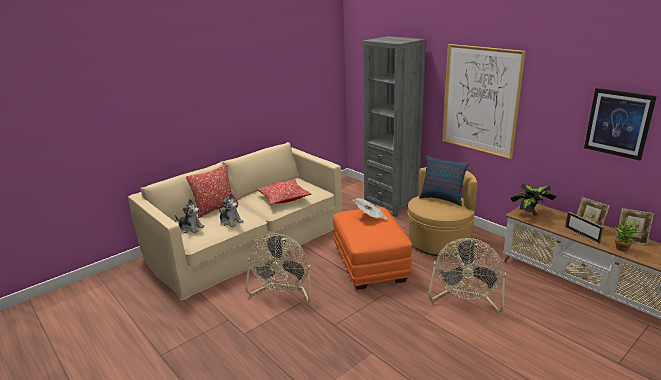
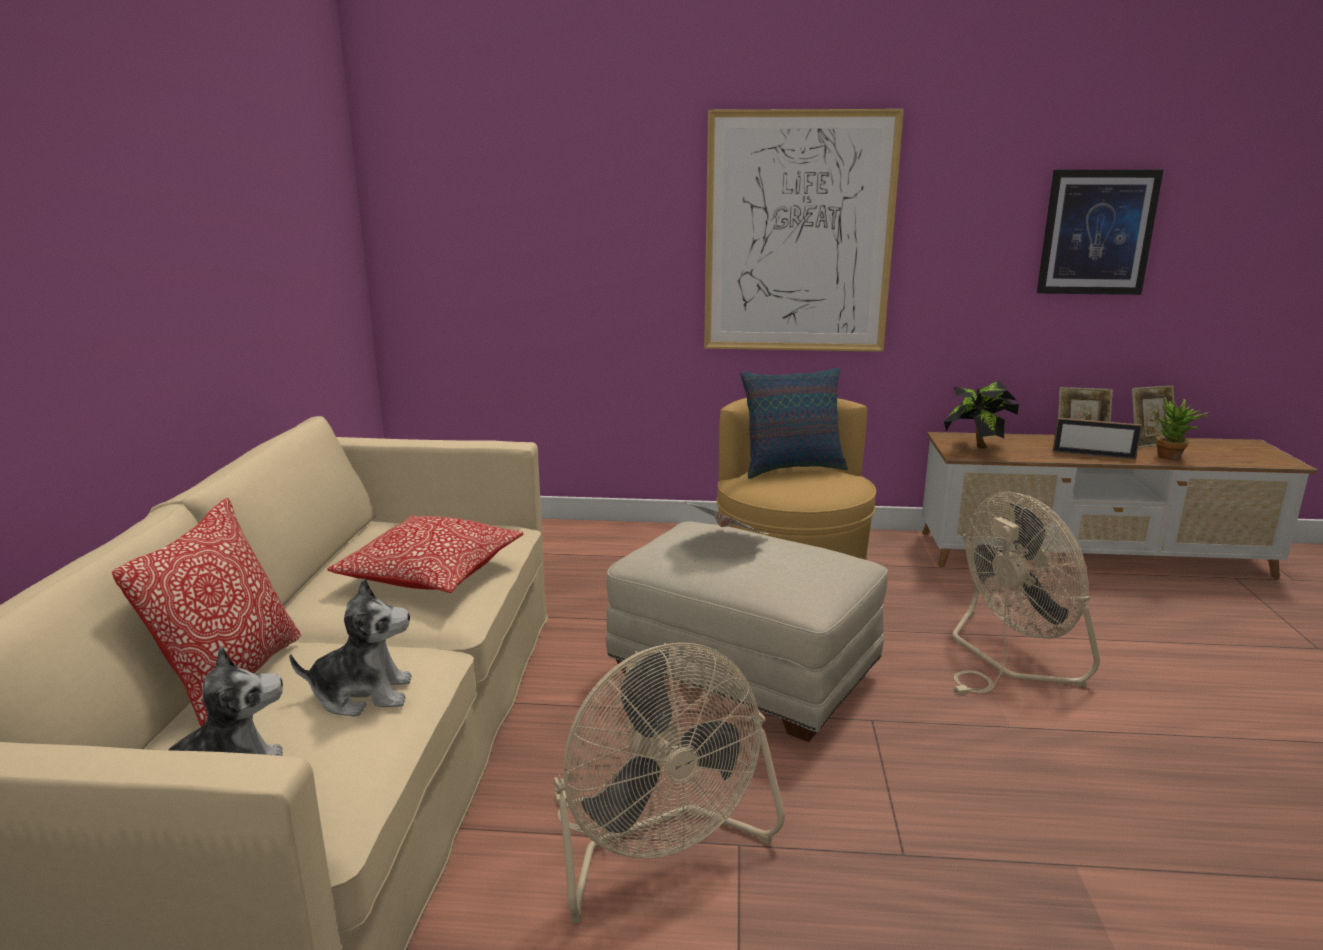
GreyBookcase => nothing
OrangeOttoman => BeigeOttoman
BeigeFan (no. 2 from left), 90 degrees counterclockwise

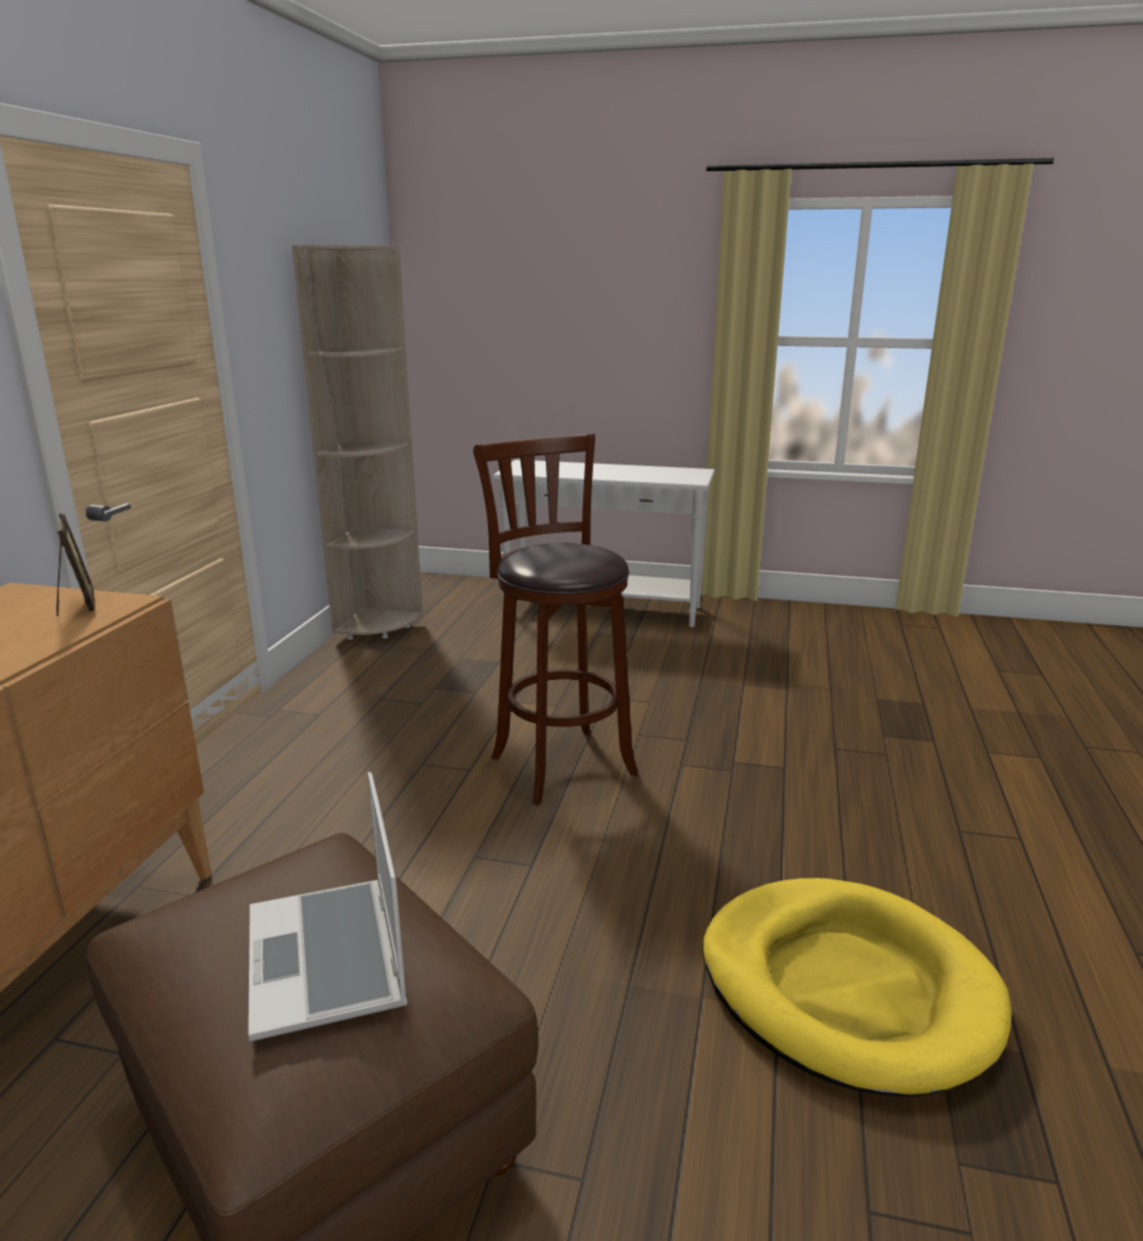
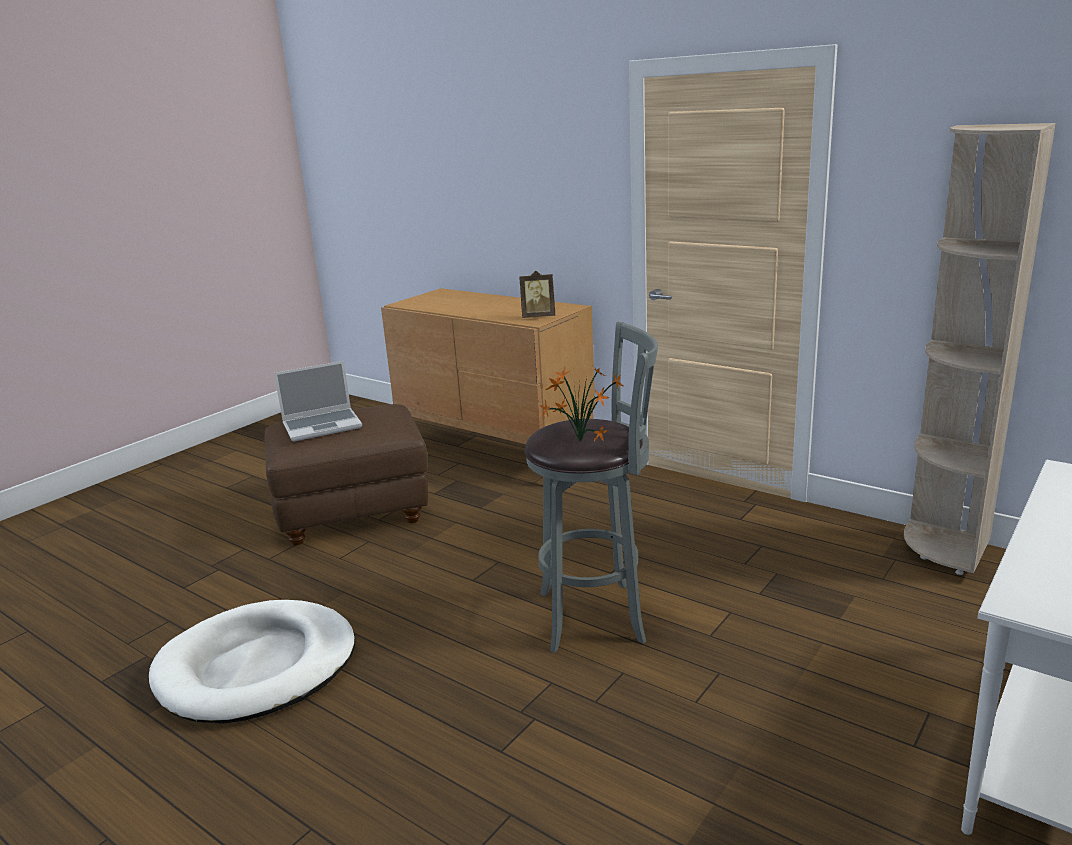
BrownStool => GreyStool
Laptop, 150 degrees clockwise
YellowDogBed => WhiteDogBed
nothing => PottedPlant

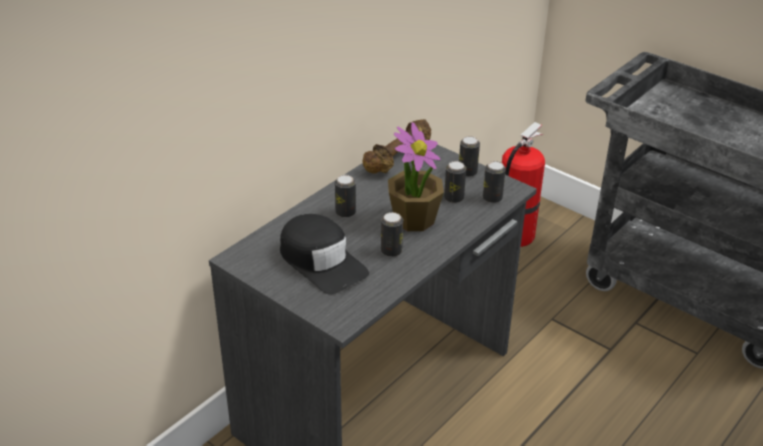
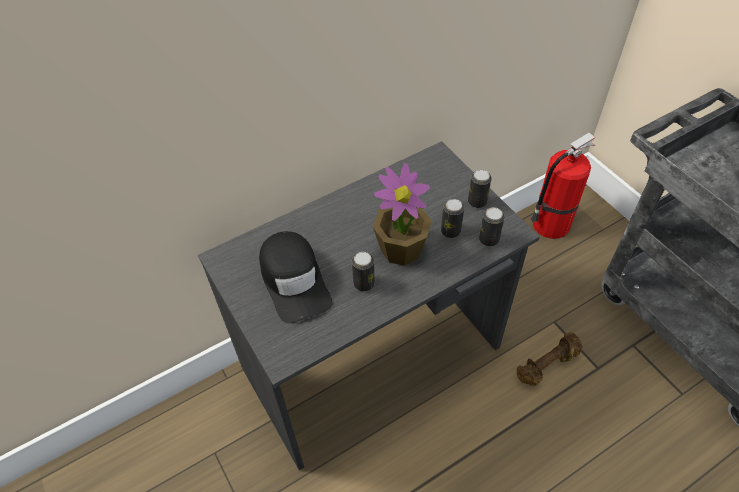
BrownDumbbell, relocated
Can (no. 1 from left) => nothing

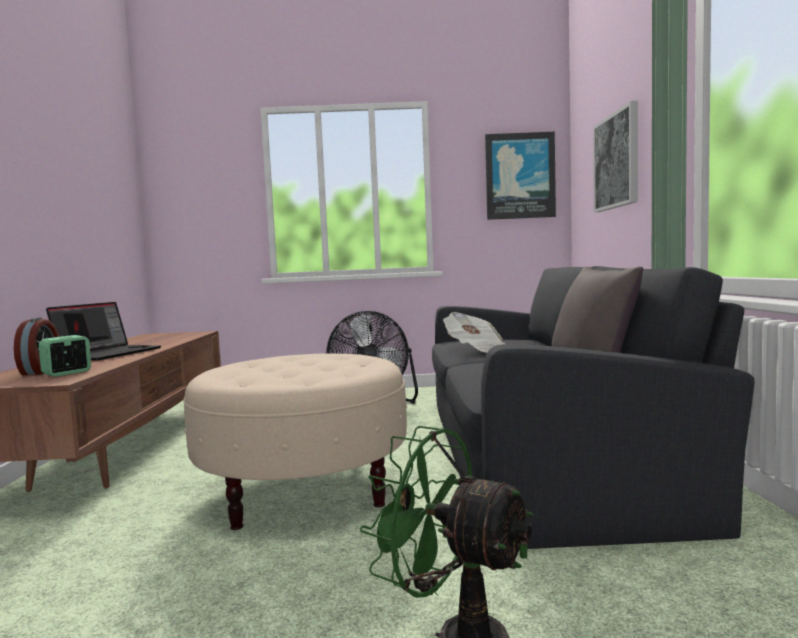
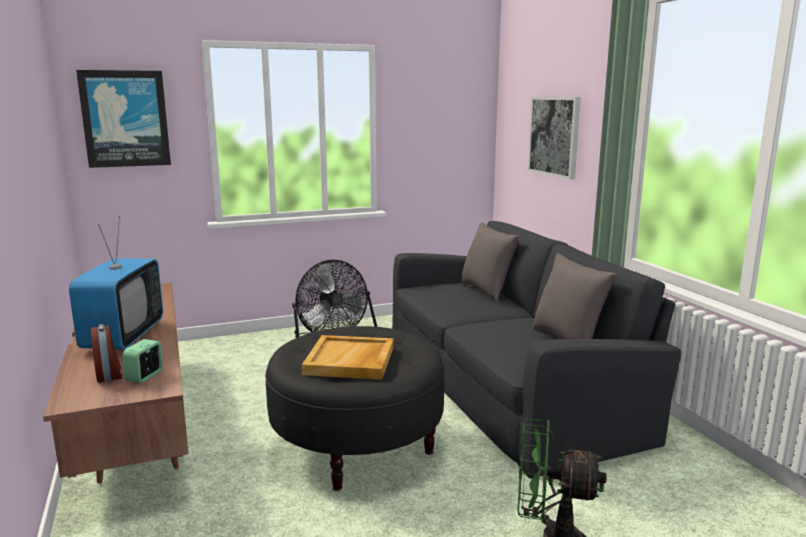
Picture (no. 1 from left), relocated
Laptop => Television
Newspaper => nothing
BeigeOttoman => BlackOttoman
nothing => GreyPillow (no. 1 from left)
nothing => BeigeTray

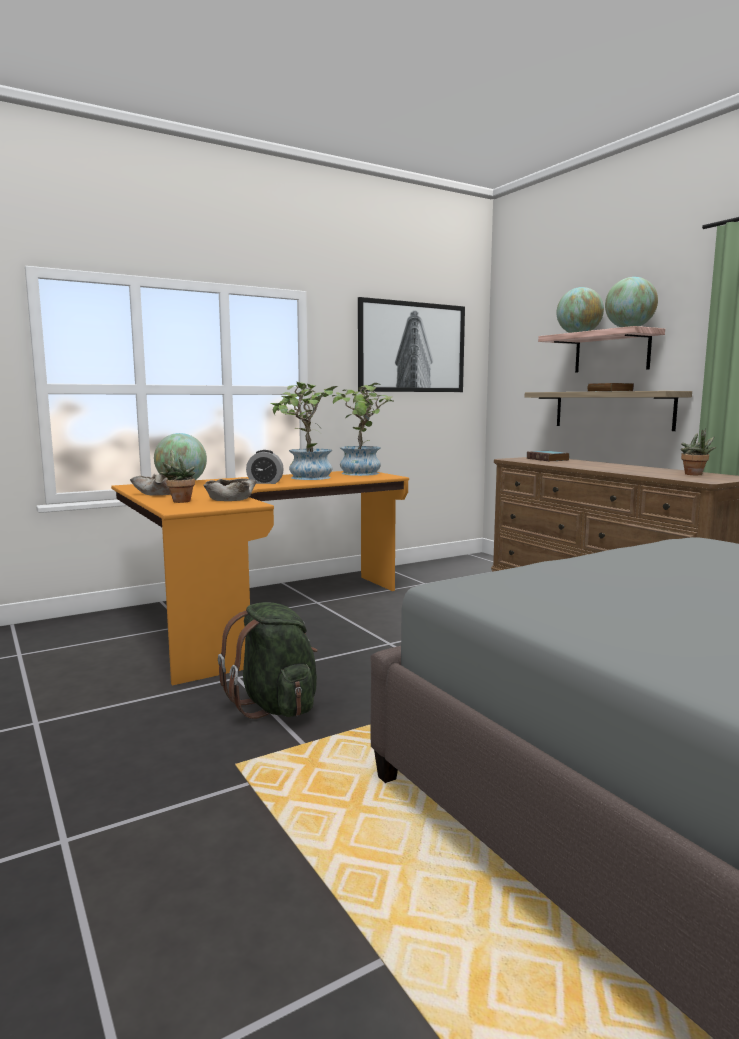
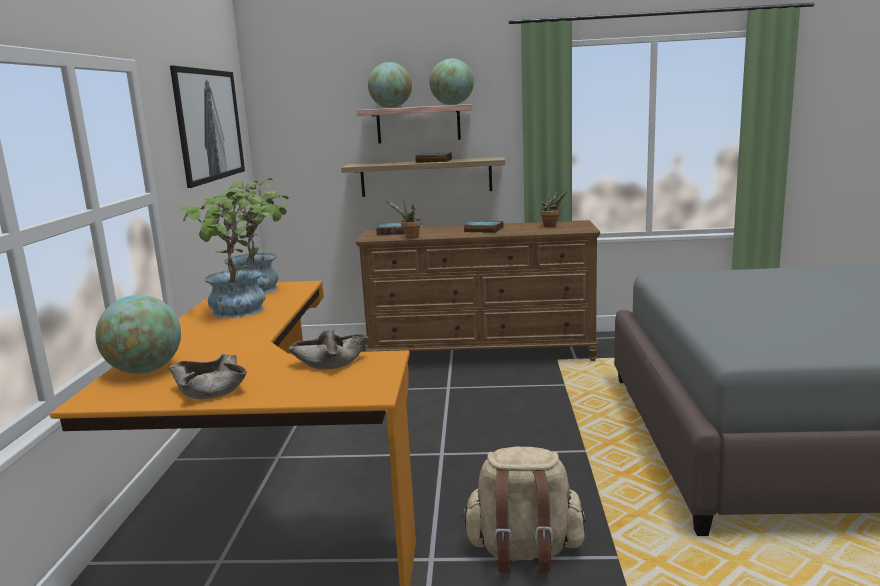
PottedPlant (no. 1 from left in the first image) => PottedPlant (no. 3 from left), relocated
AlarmClock => nothing
GreenBackpack => BeigeBackpack
nothing => Book (no. 3 from left)

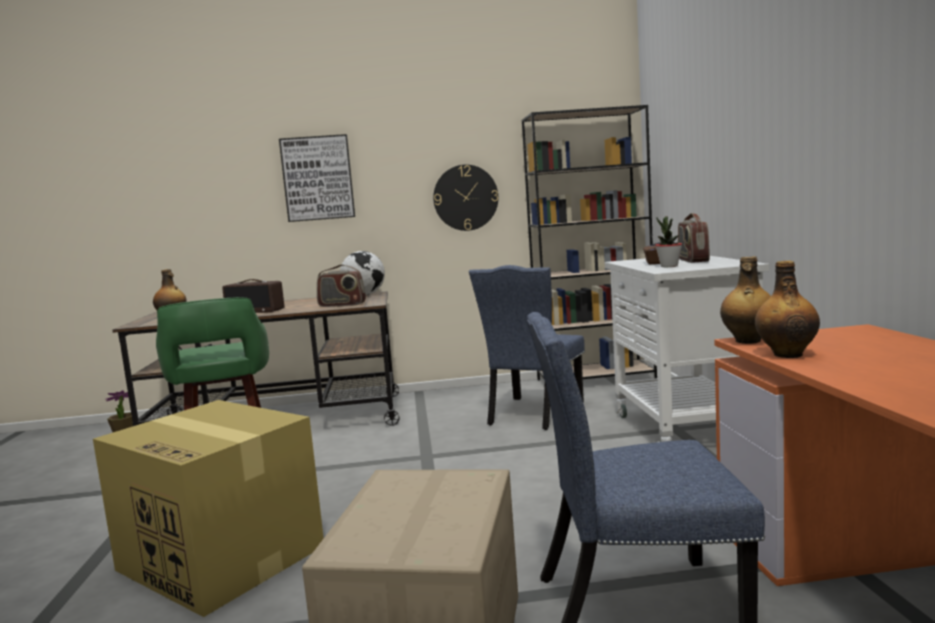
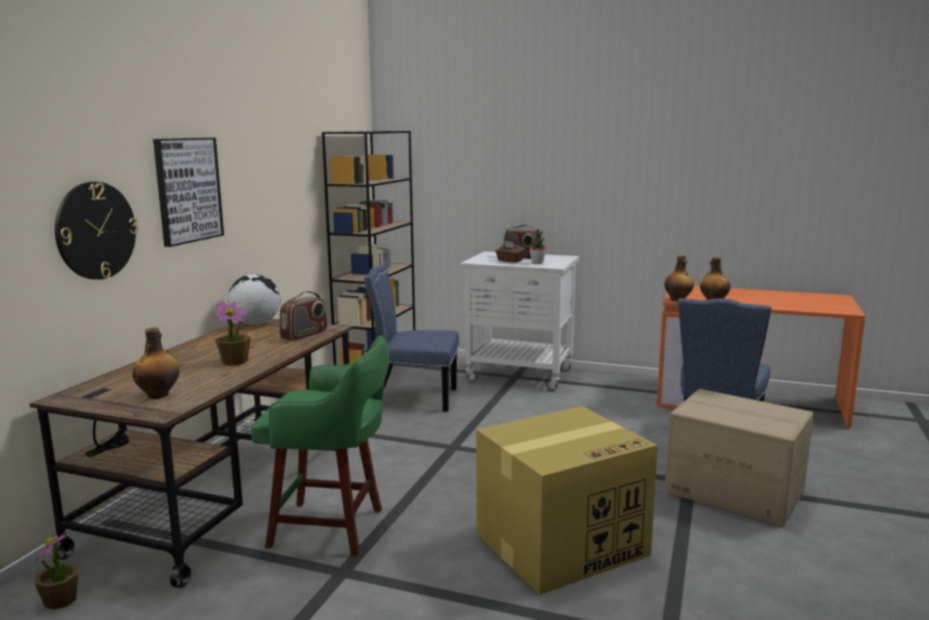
WallClock, relocated
BlueChair (no. 1 from left), 135 degrees clockwise
Radio (no. 1 from left) => PottedPlant (no. 2 from left)

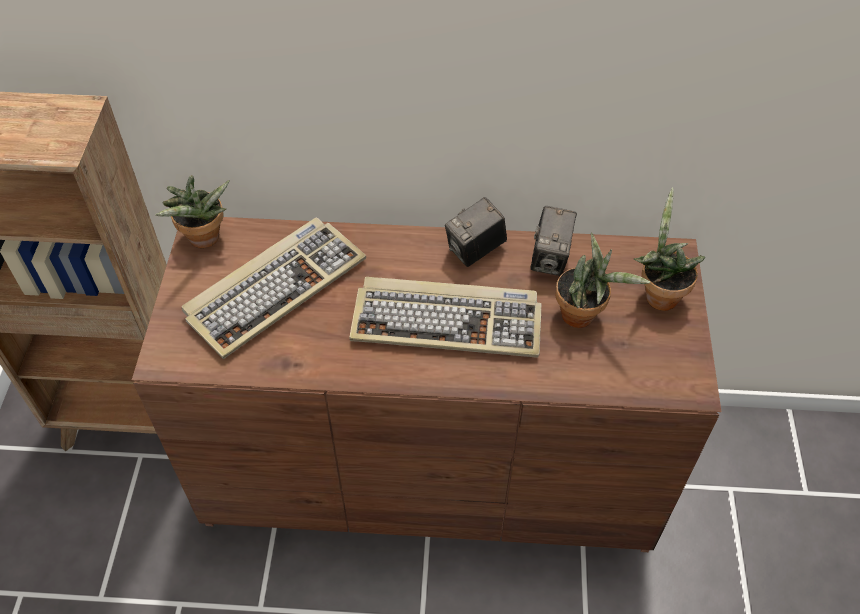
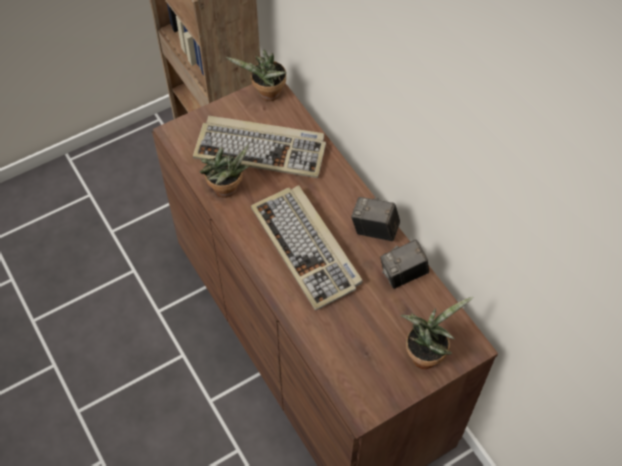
PottedPlant (no. 2 from left in the first image) => PottedPlant (no. 1 from left), relocated

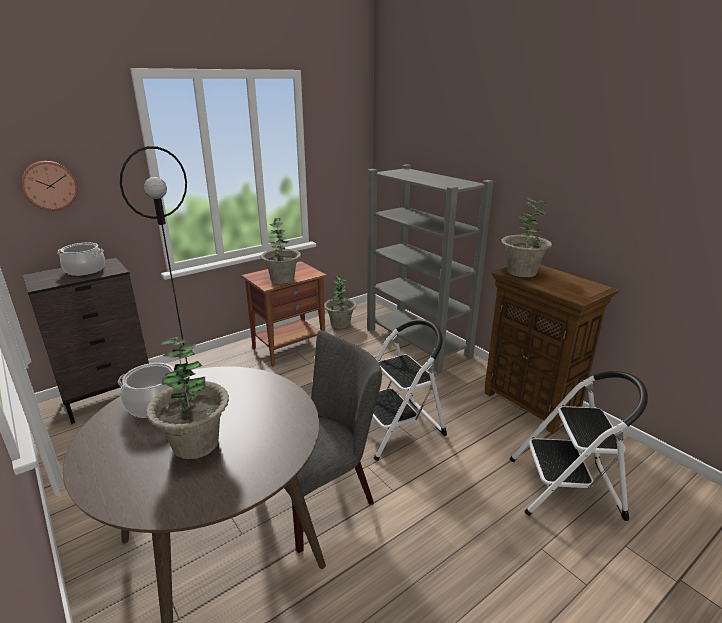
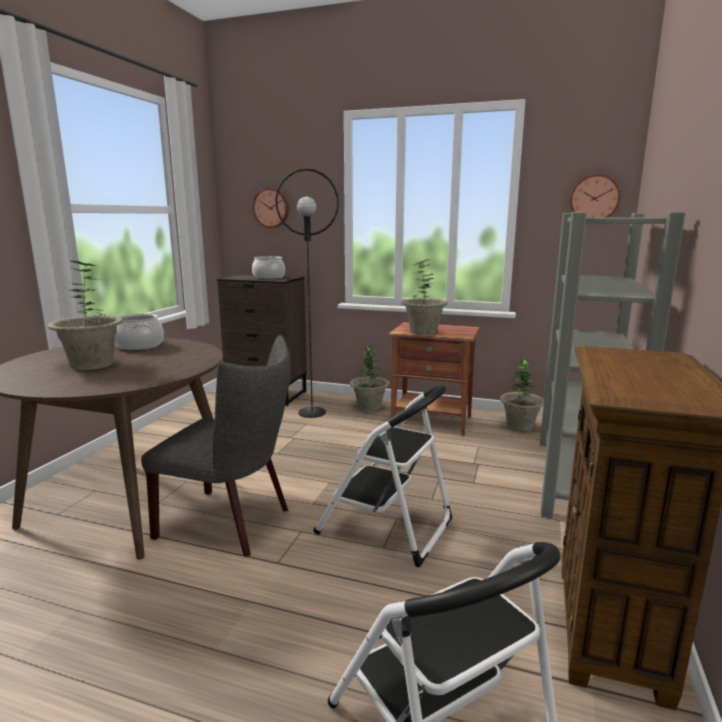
PottedPlant (no. 4 from left in the first image) => PottedPlant (no. 2 from left), relocated
nothing => WallClock (no. 2 from left)

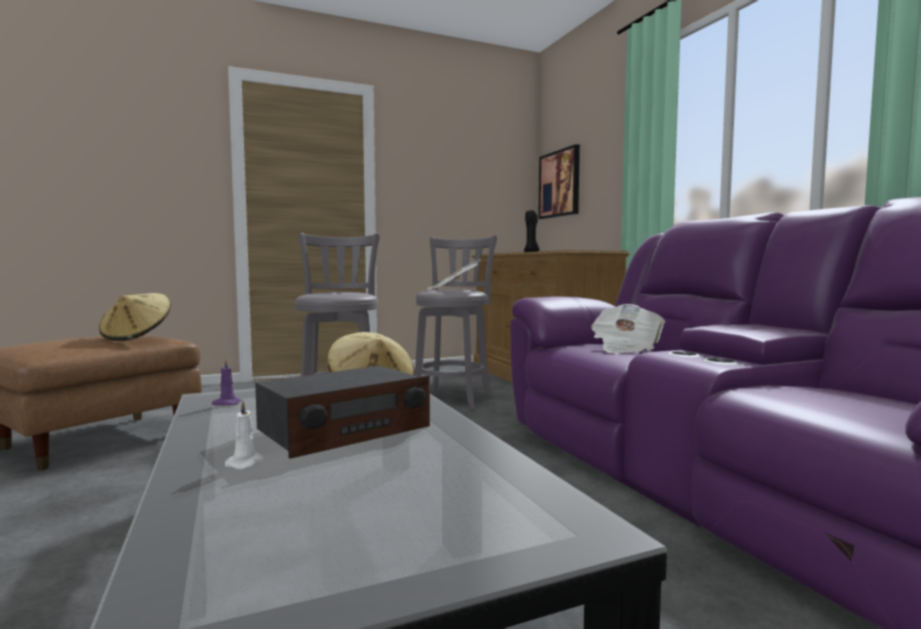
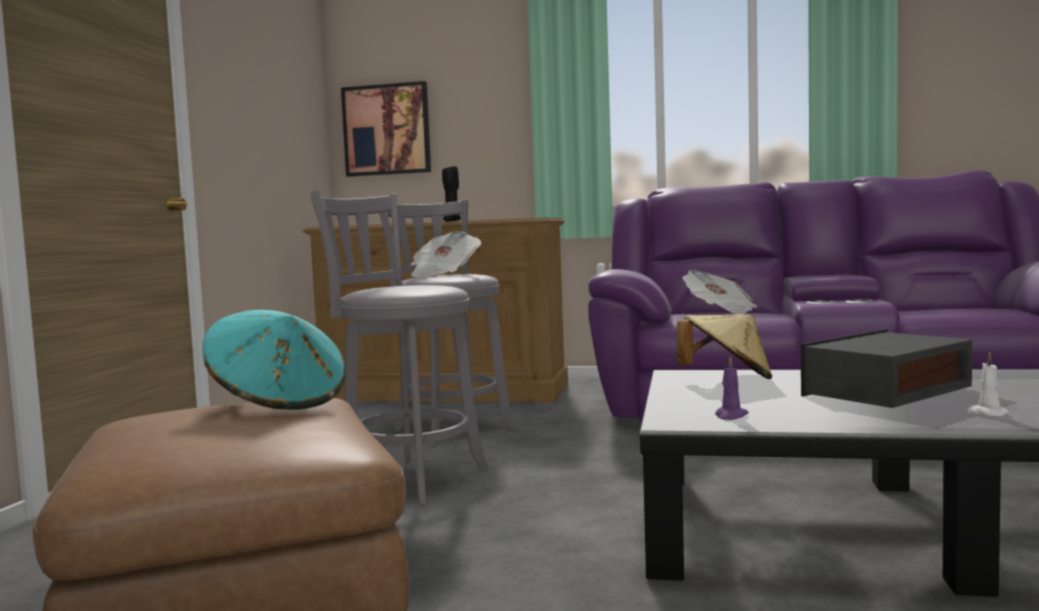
BeigeHat (no. 1 from left) => TurquoiseHat
Radio, 120 degrees counterclockwise

